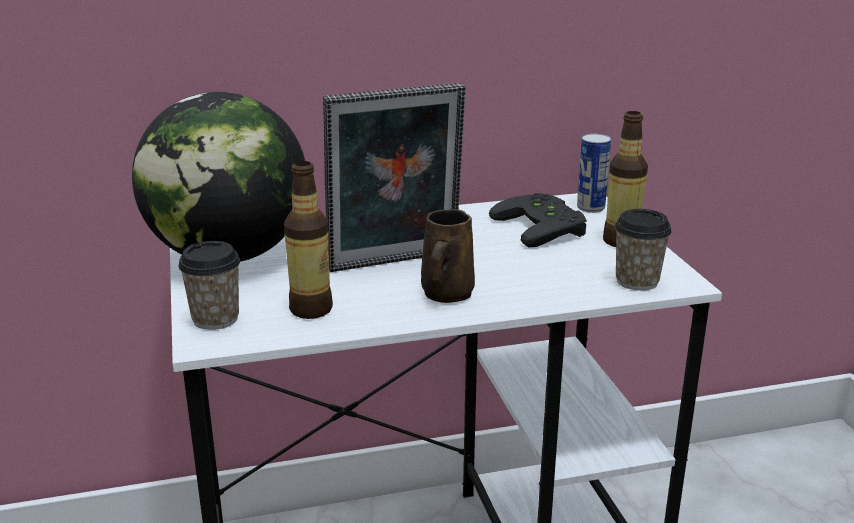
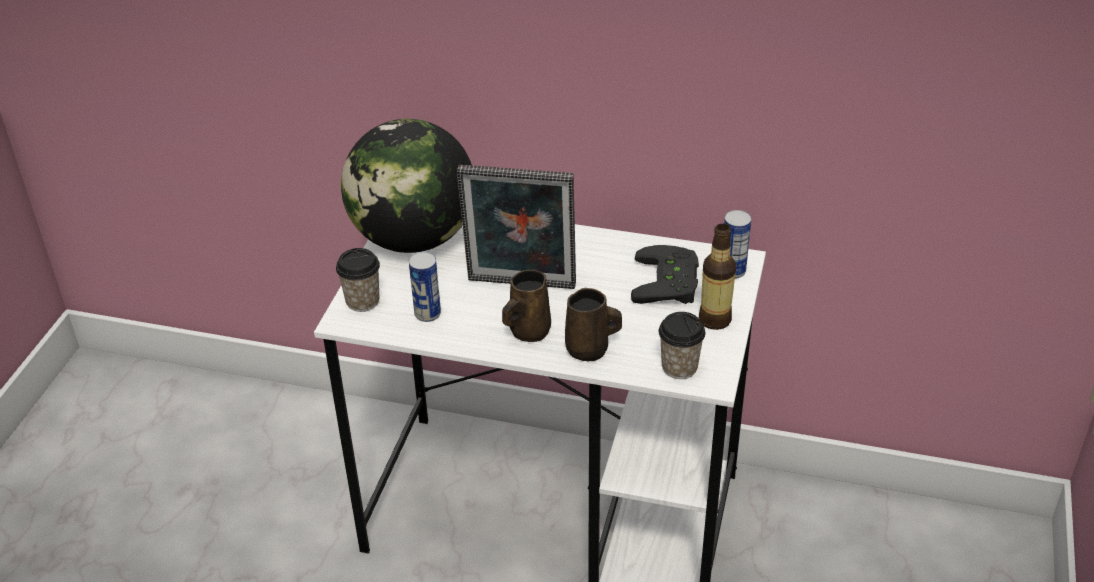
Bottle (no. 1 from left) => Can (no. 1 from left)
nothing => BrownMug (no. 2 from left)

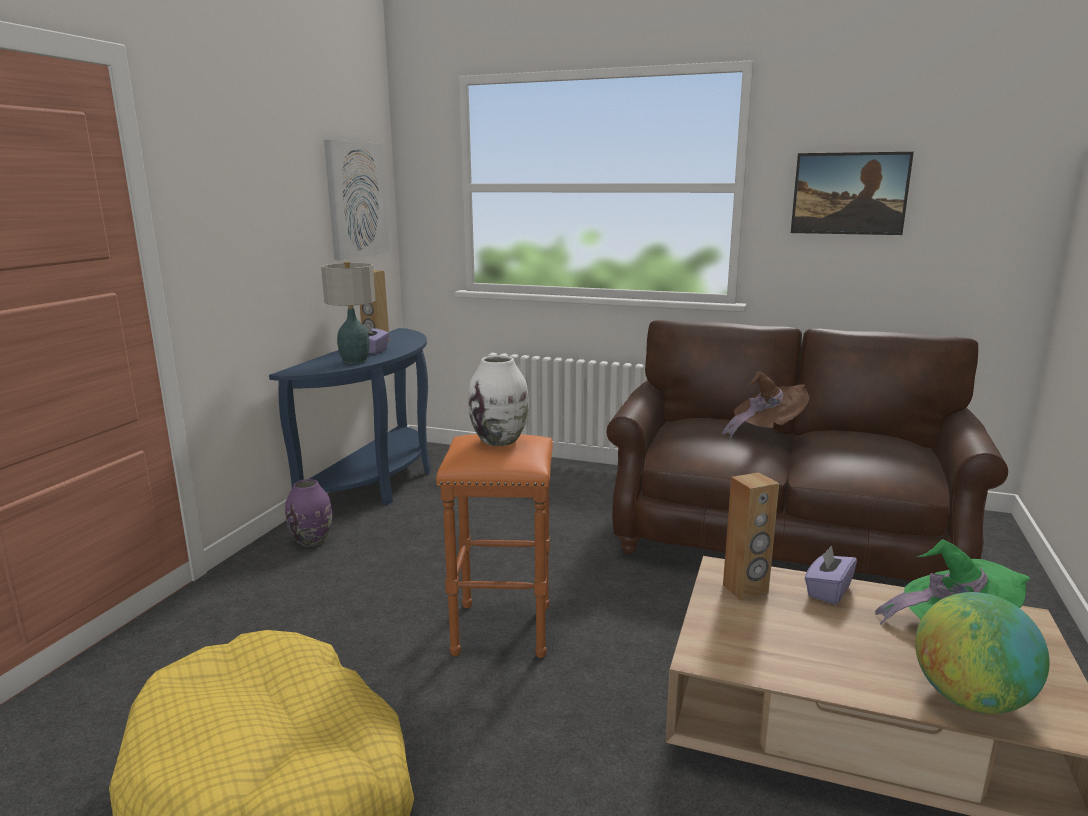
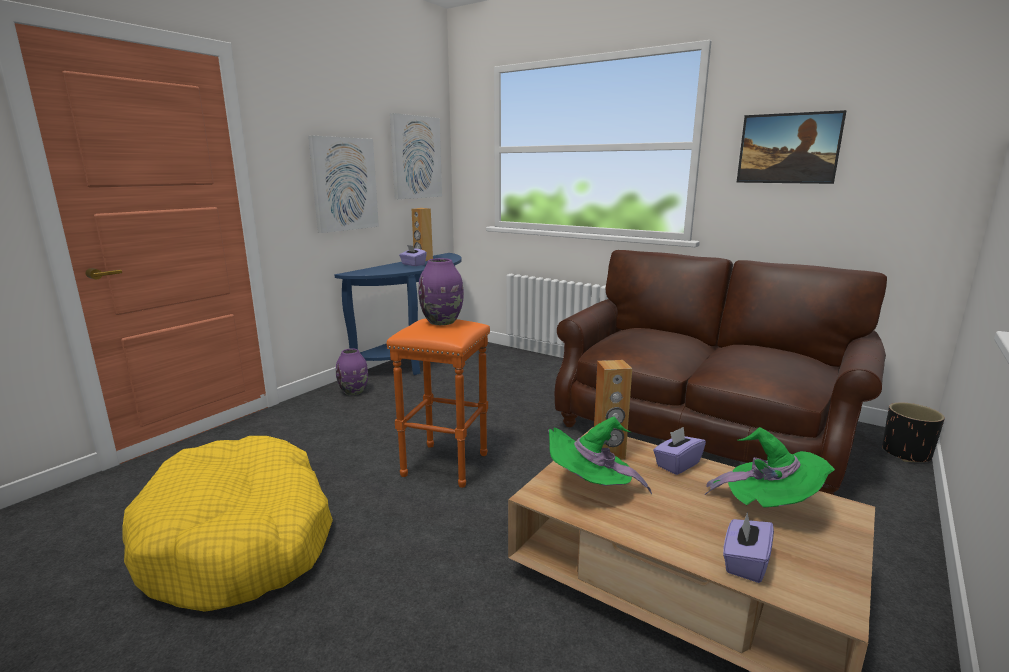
TableLamp => nothing
WhiteVase => PurpleVase (no. 2 from left)
BrownHat => nothing
Globe => PurpleTissueBox (no. 3 from left)
nothing => Picture (no. 1 from left)
nothing => BlackPlanter
nothing => GreenHat (no. 1 from left)

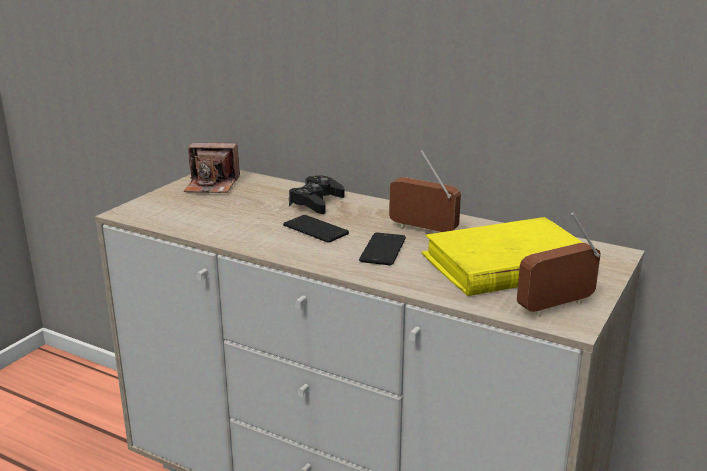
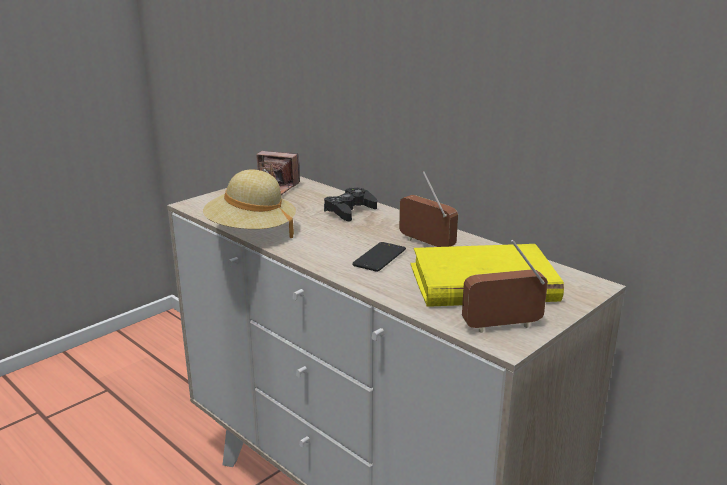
Phone (no. 1 from left) => nothing
nothing => BeigeHat

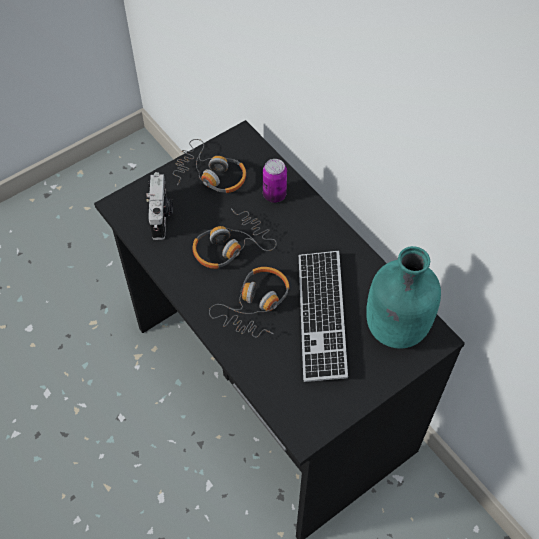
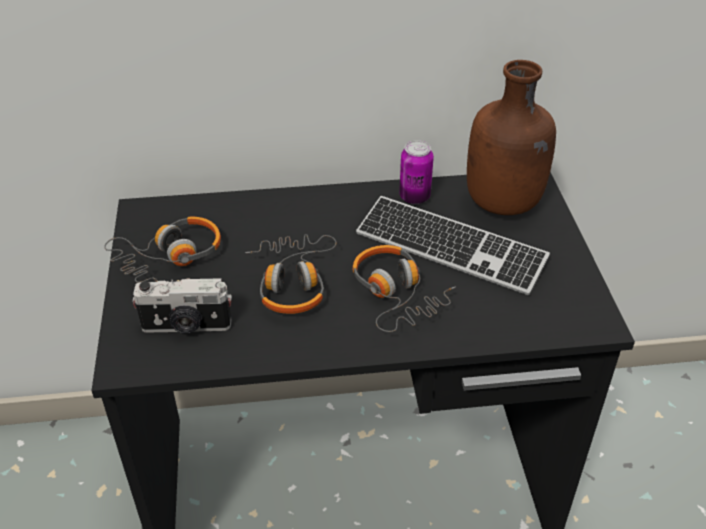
Can, relocated
PhotoCamera, 150 degrees clockwise
TurquoiseBottle => BrownBottle

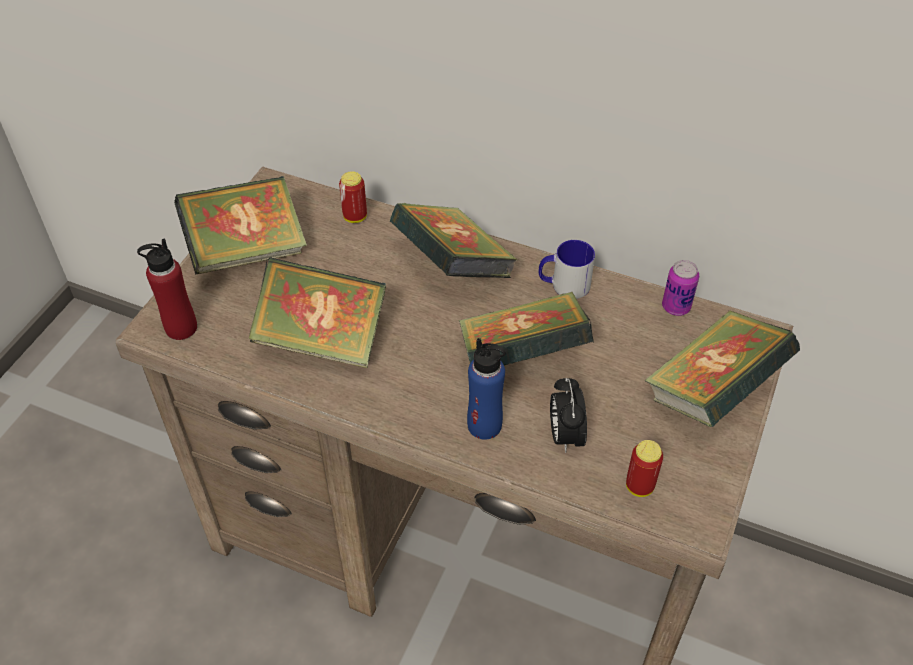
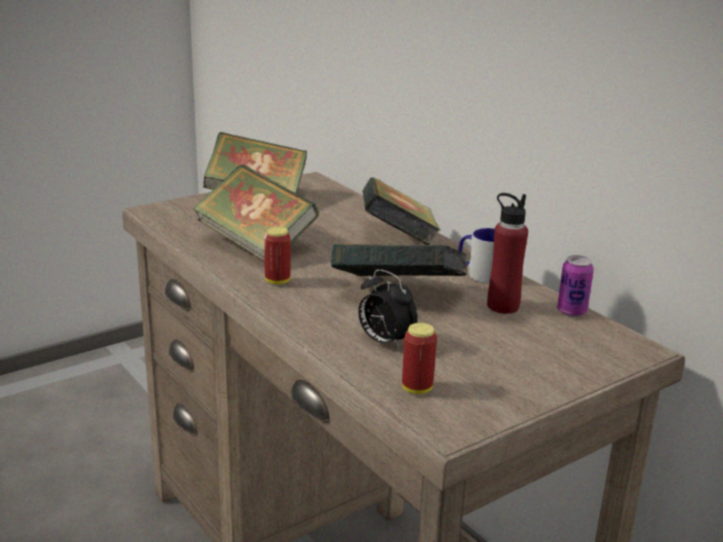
Can (no. 1 from left), relocated
RedBottle, relocated
Book (no. 5 from left) => nothing
BlueBottle => nothing
AlarmClock, 75 degrees counterclockwise

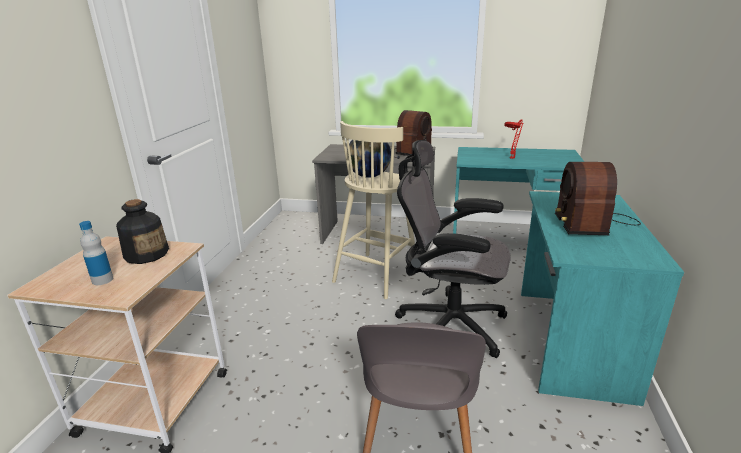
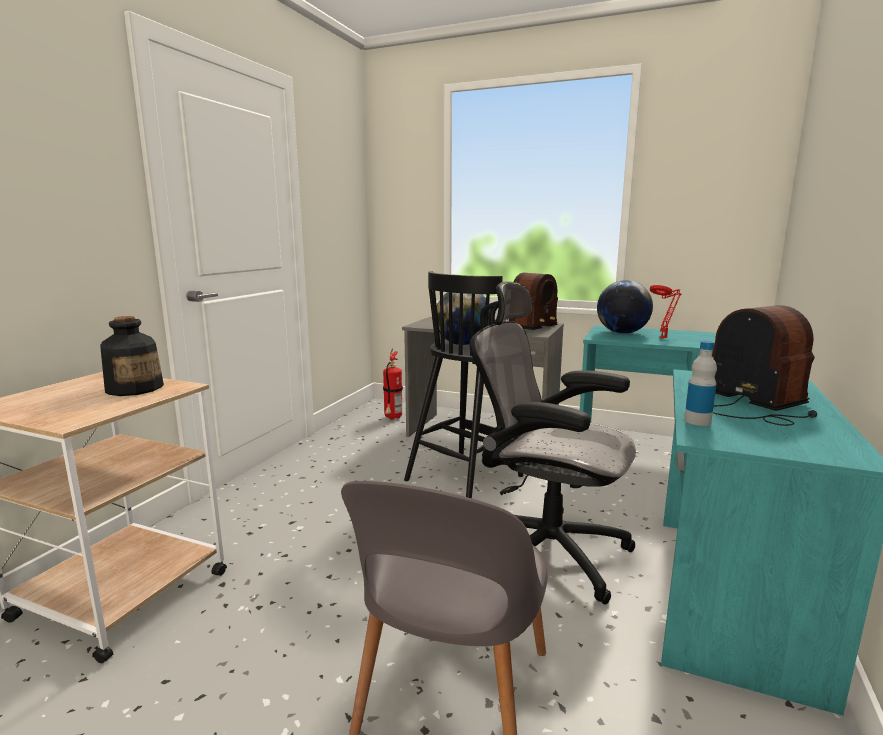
BeigeStool => BlackStool
Radio (no. 2 from left), 135 degrees clockwise
Bottle (no. 1 from left in the first image) => Bottle (no. 2 from left), relocated
nothing => Globe (no. 2 from left)
nothing => FireExtinguisher

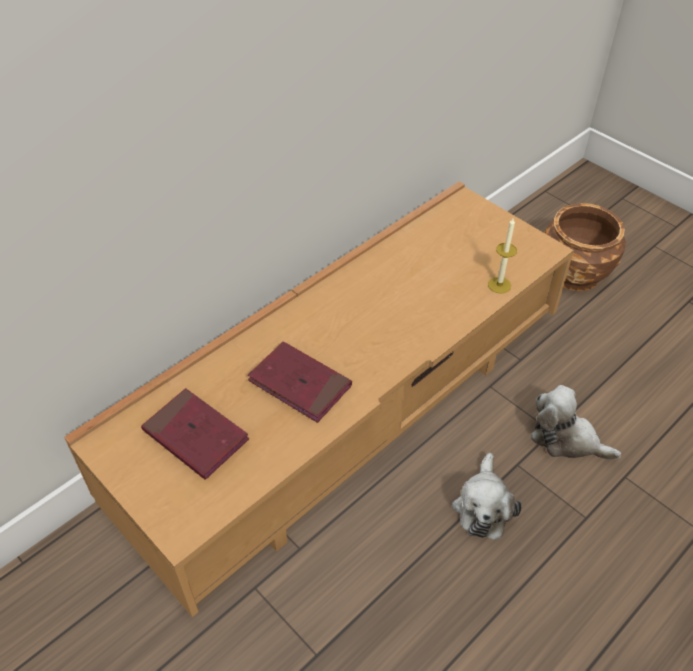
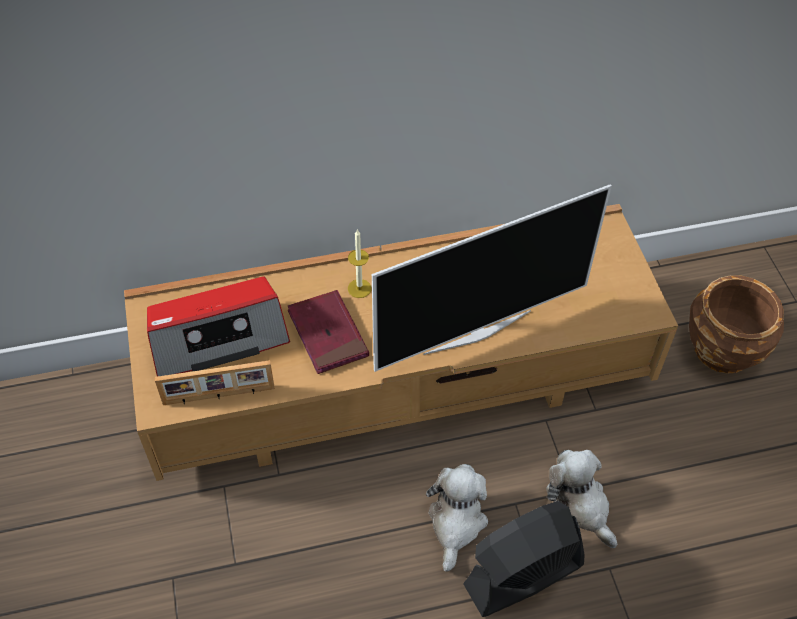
Candle, relocated
RedBook (no. 1 from left) => Radio
PlushToy (no. 1 from left), 150 degrees clockwise
nothing => Television
nothing => PictureFrame
nothing => BlackFan

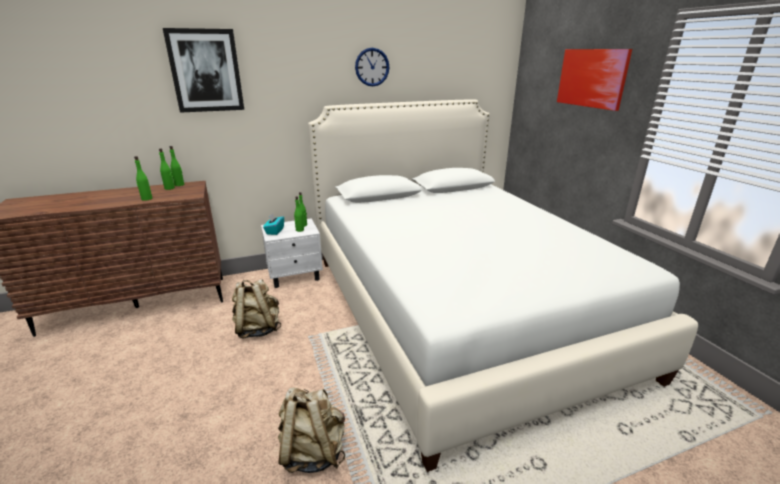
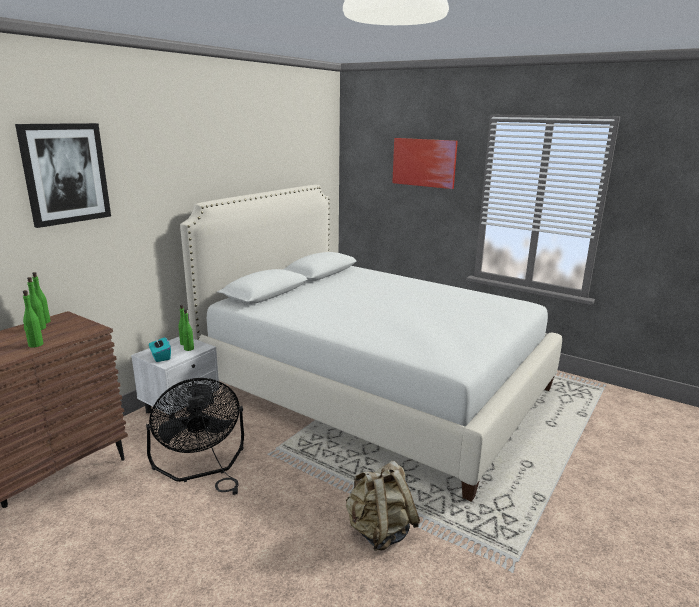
WallClock => nothing
BeigeBackpack (no. 1 from left) => BlackFan

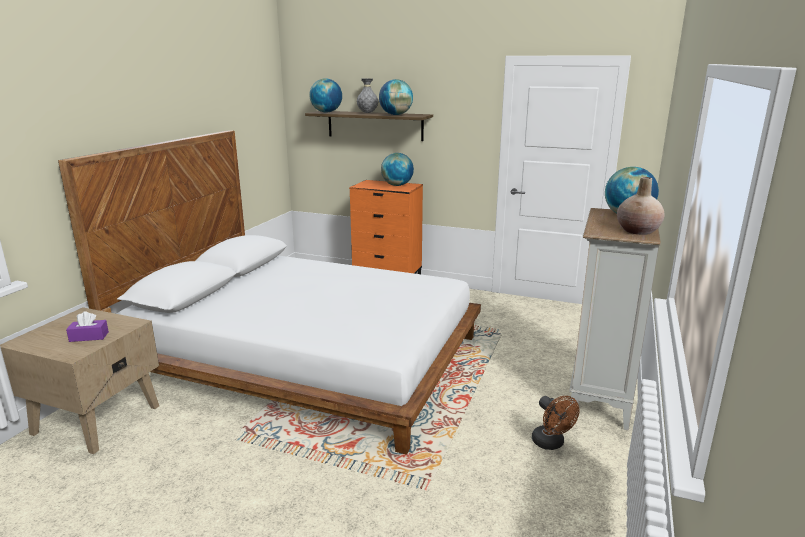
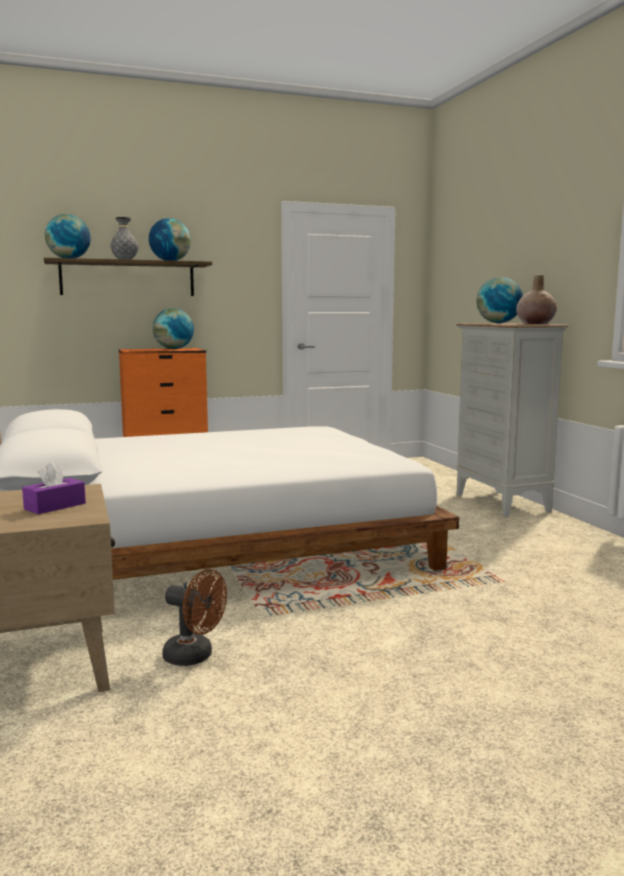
BrownFan, relocated

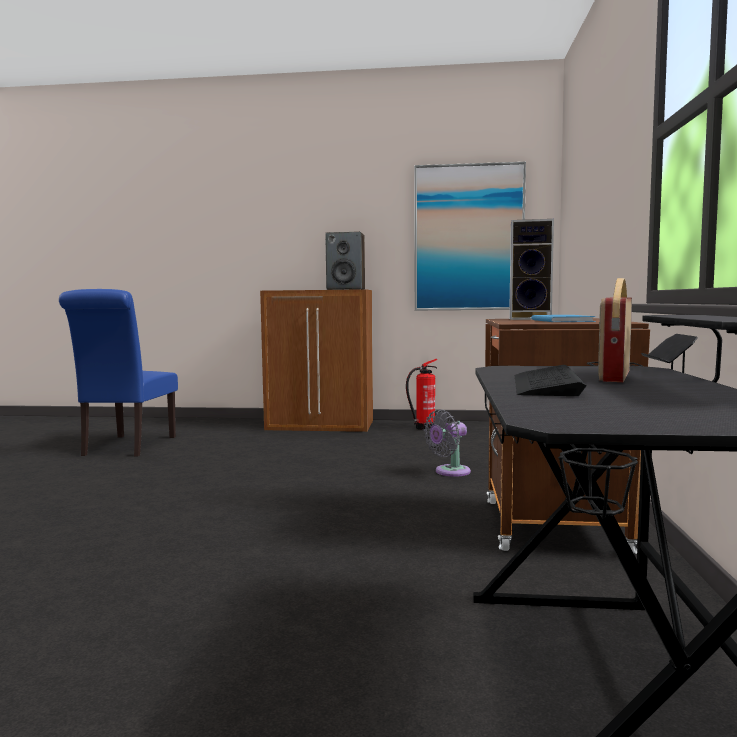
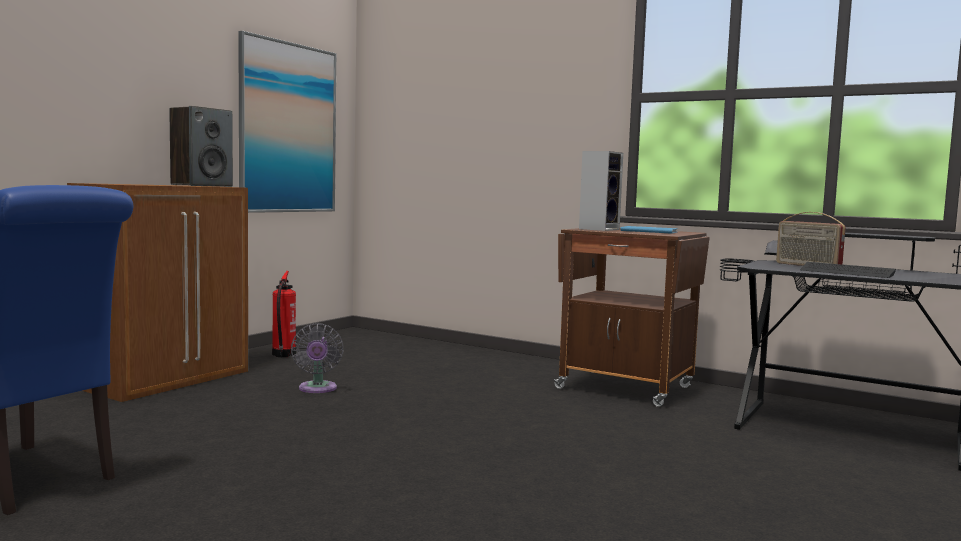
GreyFan, relocated

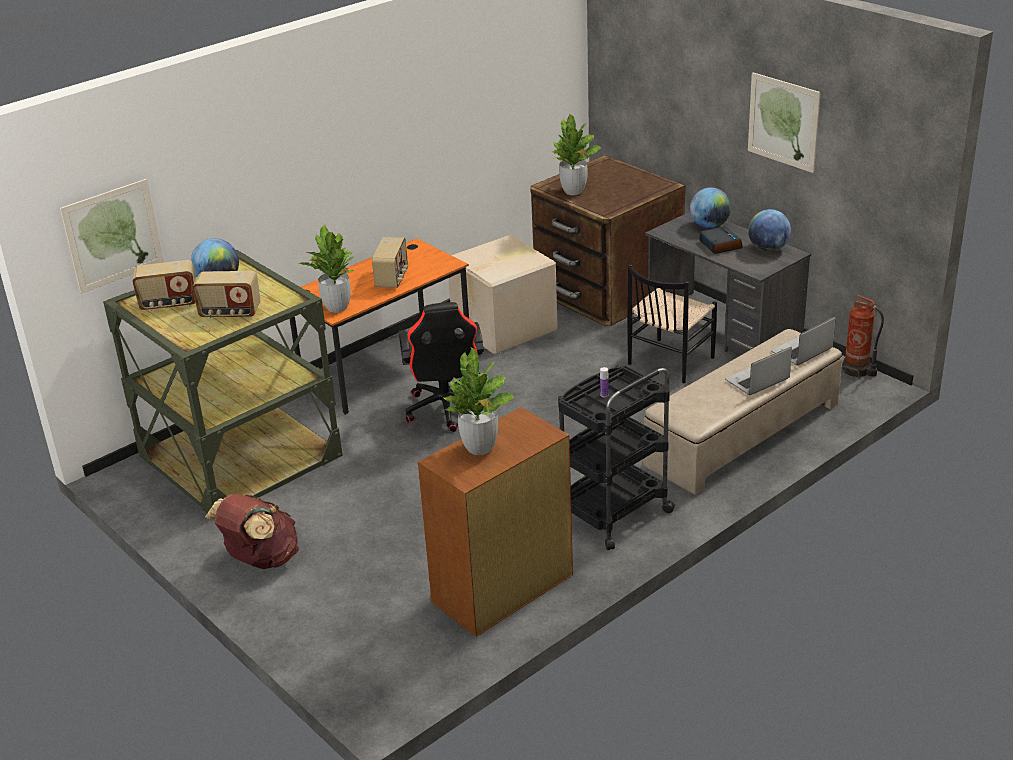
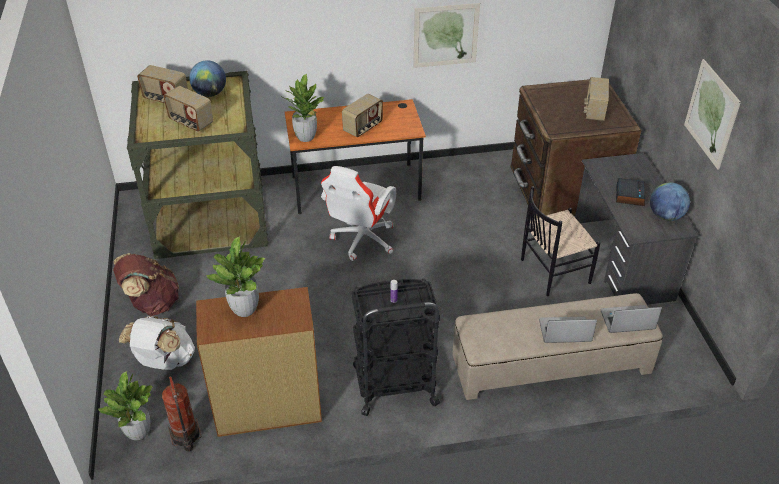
PottedPlant (no. 3 from left in the first image) => PottedPlant (no. 1 from left), relocated
Picture (no. 1 from left), relocated
Globe (no. 2 from left) => nothing
CardboardBox => nothing
FireExtinguisher, relocated
BlackOfficeChair => WhiteOfficeChair
nothing => Radio (no. 4 from left)
nothing => WhiteBackpack

